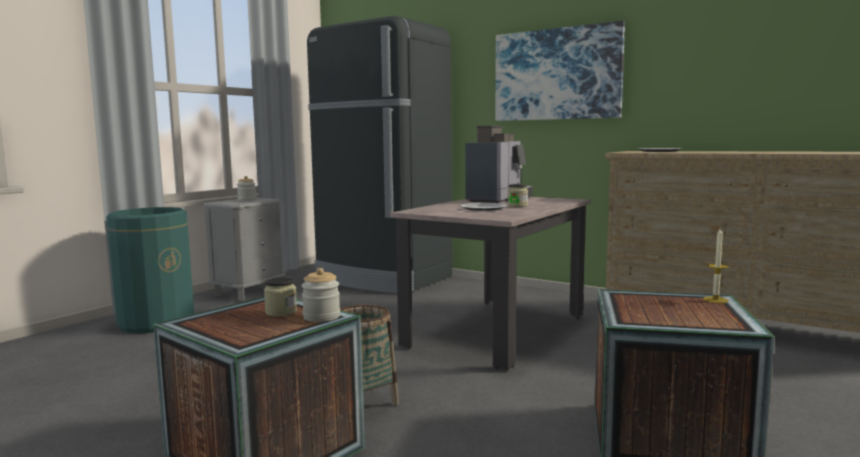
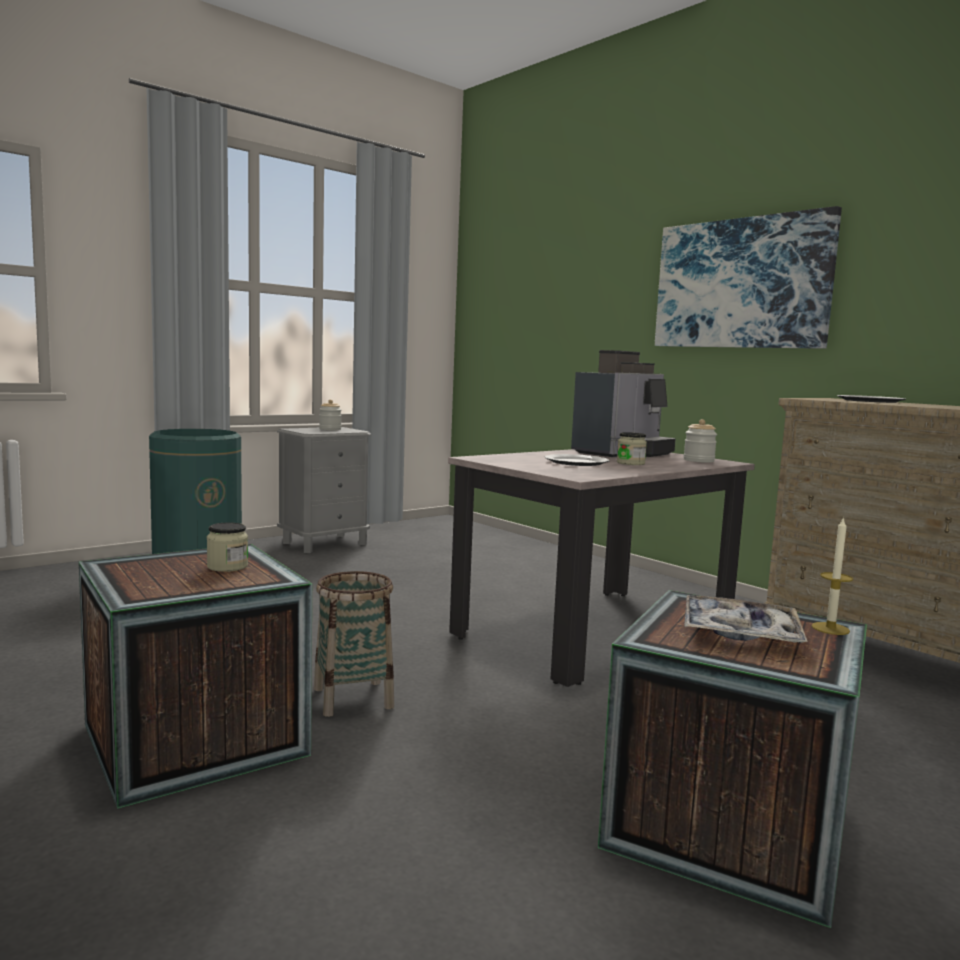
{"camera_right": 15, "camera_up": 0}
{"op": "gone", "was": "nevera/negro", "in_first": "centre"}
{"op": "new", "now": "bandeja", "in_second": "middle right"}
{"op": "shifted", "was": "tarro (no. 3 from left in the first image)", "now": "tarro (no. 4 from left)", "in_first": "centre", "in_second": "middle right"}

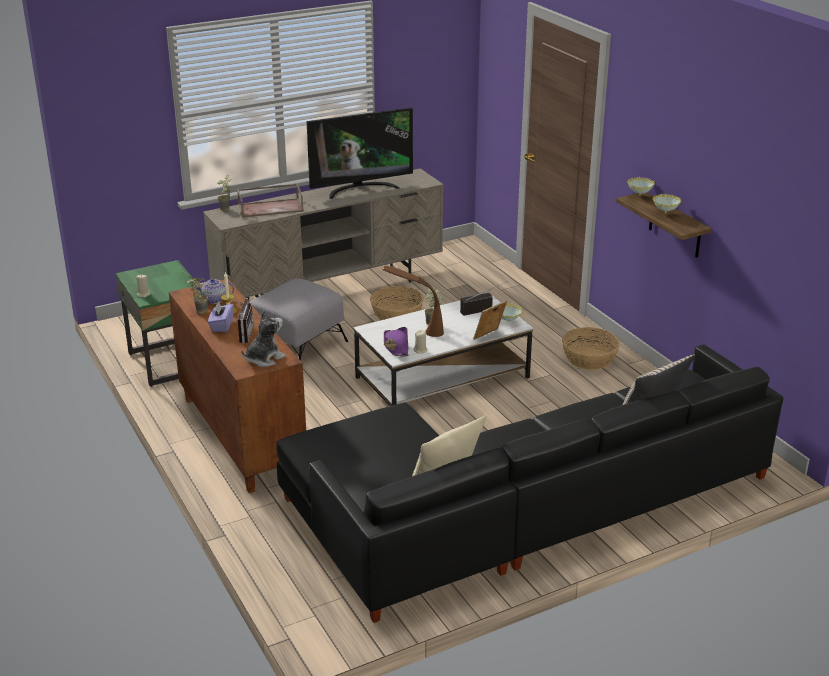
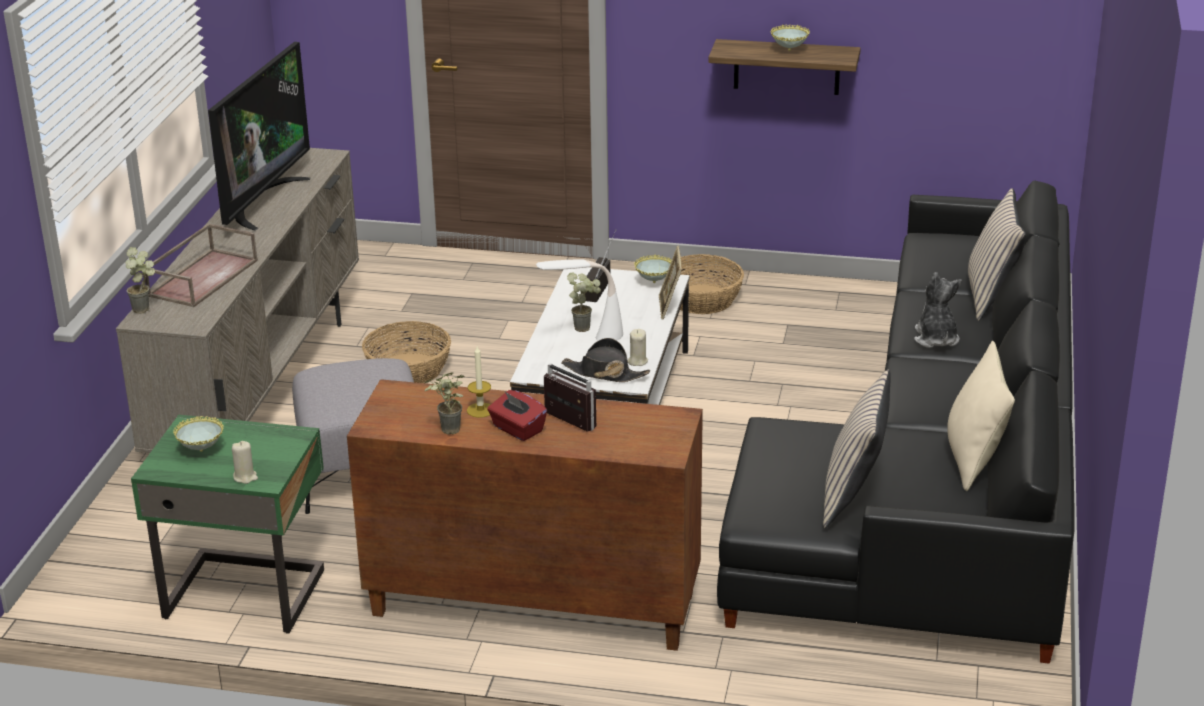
{"camera_right": -50, "camera_up": 0}
{"op": "gone", "was": "tetera", "in_first": "middle left"}
{"op": "new", "now": "cojín/beis (no. 1 from left)", "in_second": "middle right"}
{"op": "shifted", "was": "peluche", "in_first": "middle left", "in_second": "middle right"}
{"op": "shifted", "was": "cuenco (no. 2 from left in the first image)", "now": "cuenco (no. 1 from left)", "in_first": "top right", "in_second": "middle left"}
{"op": "repainted", "was": "caja de pañuelos/morado", "now": "caja de pañuelos/rojo", "in_first": "middle left", "in_second": "centre"}
{"op": "repainted", "was": "lámpara de mesa/marrón", "now": "lámpara de mesa/blanco", "in_first": "centre", "in_second": "centre"}
{"op": "repainted", "was": "sombrero/morado", "now": "sombrero/negro", "in_first": "centre", "in_second": "centre"}

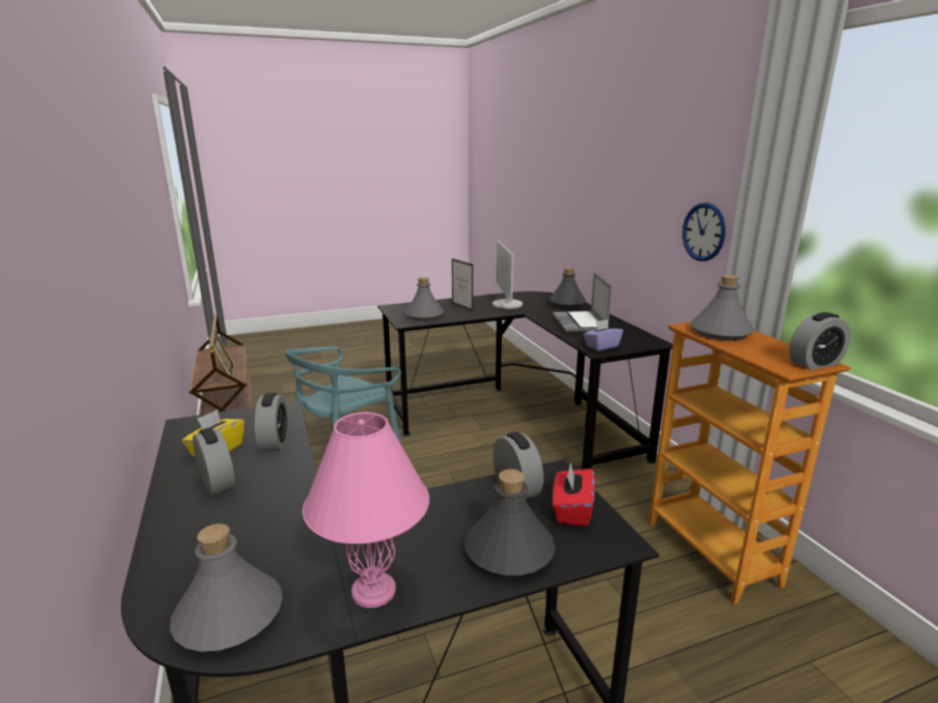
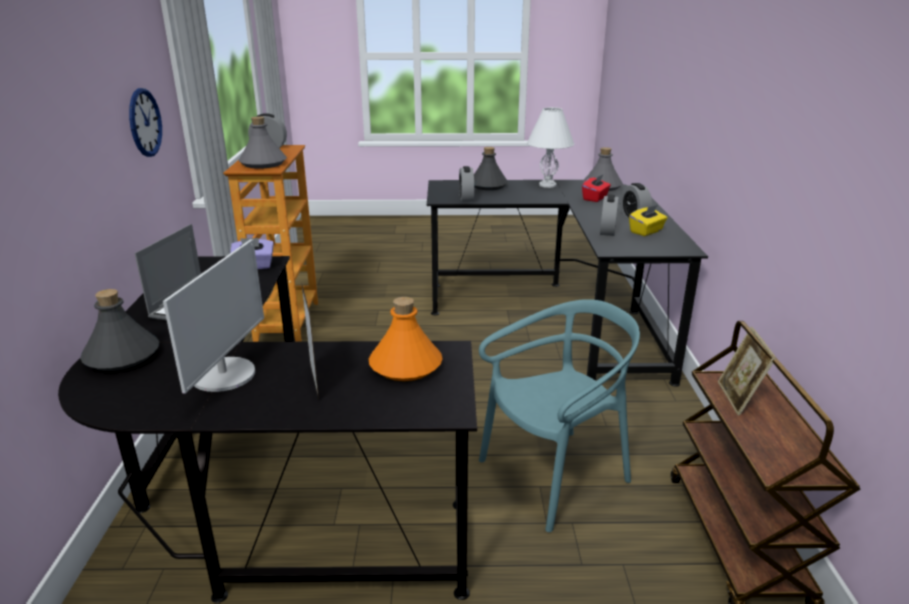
{"camera_right": -160, "camera_up": 5}
{"op": "shifted", "was": "caja de pañuelos/rojo", "in_first": "bottom centre", "in_second": "top centre"}
{"op": "repainted", "was": "lámpara de mesa/rosa", "now": "lámpara de mesa/blanco", "in_first": "bottom centre", "in_second": "top centre"}
{"op": "repainted", "was": "botella/gris (no. 2 from left)", "now": "botella/naranja", "in_first": "centre", "in_second": "centre"}

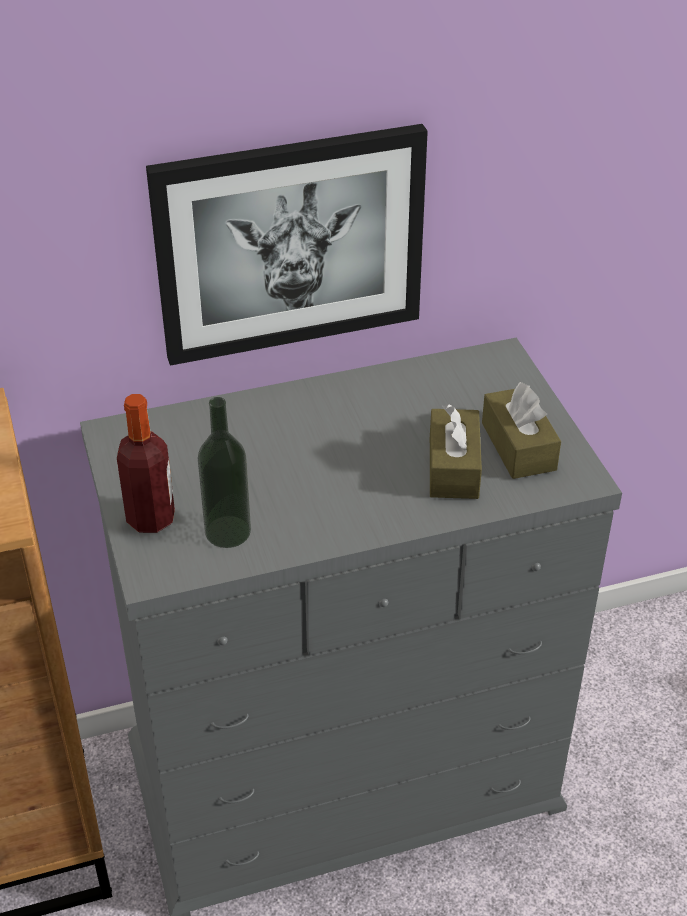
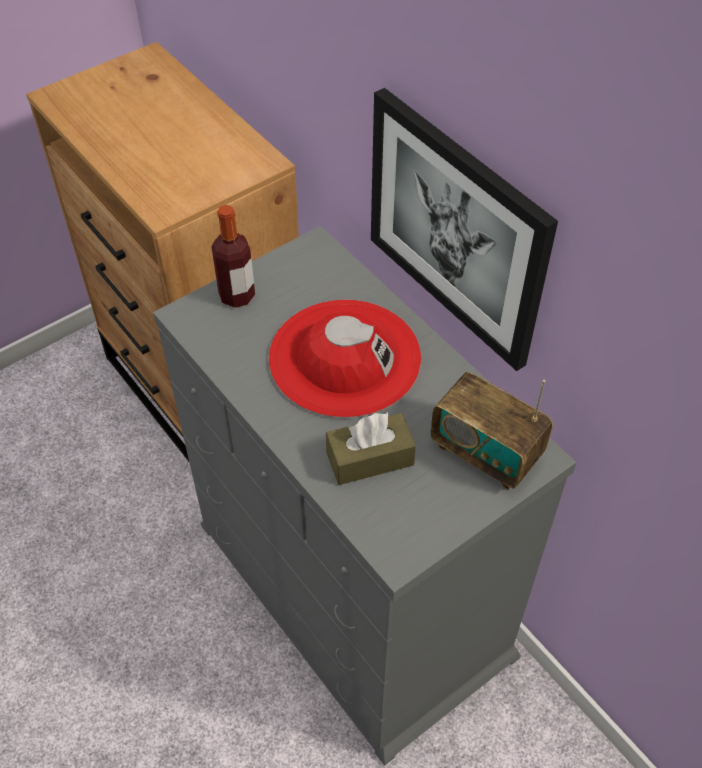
{"camera_right": 70, "camera_up": 10}
{"op": "gone", "was": "botella (no. 2 from left)", "in_first": "middle left"}
{"op": "gone", "was": "caja de pañuelos/marrón (no. 2 from left)", "in_first": "middle right"}
{"op": "new", "now": "sombrero/rojo", "in_second": "centre"}
{"op": "new", "now": "radio", "in_second": "middle right"}

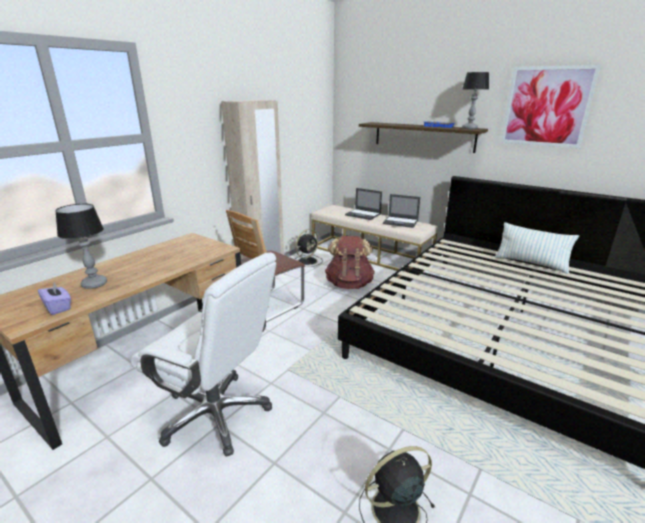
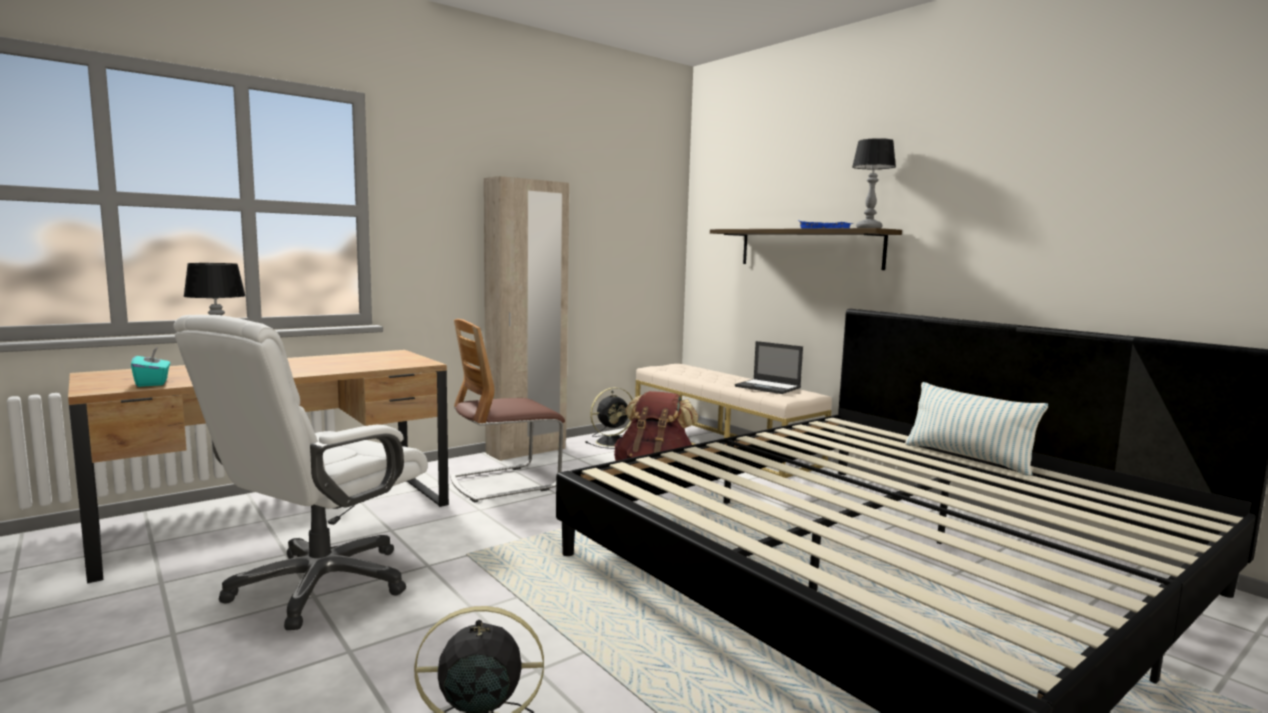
{"camera_right": 15, "camera_up": -15}
{"op": "gone", "was": "portátil (no. 1 from left)", "in_first": "centre"}
{"op": "gone", "was": "cuadro", "in_first": "top right"}
{"op": "repainted", "was": "caja de pañuelos/morado", "now": "caja de pañuelos/turquesa", "in_first": "middle left", "in_second": "middle left"}
{"op": "rotated", "was": "silla de oficina/blanco", "in_first": "bottom left", "in_second": "middle left", "clockwise": 75}

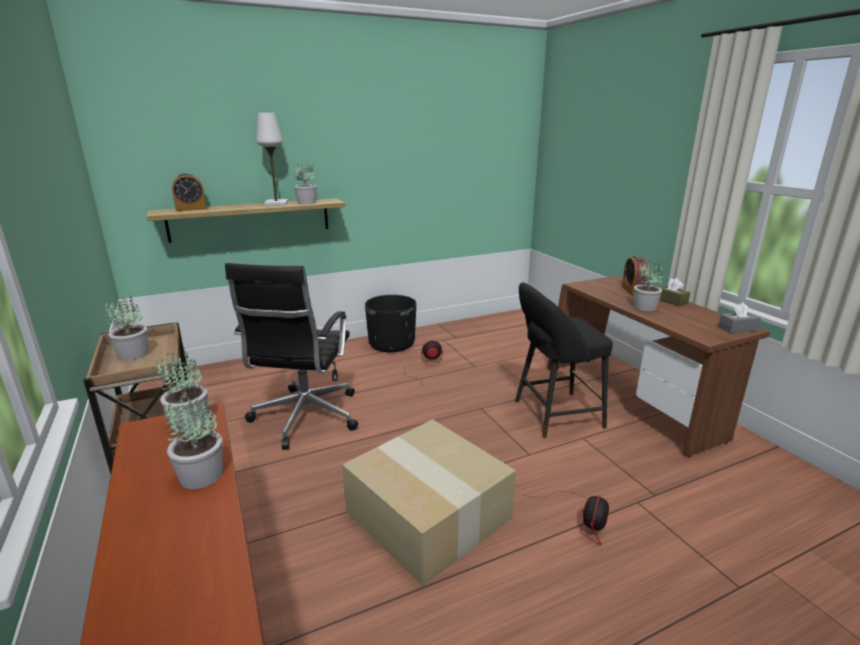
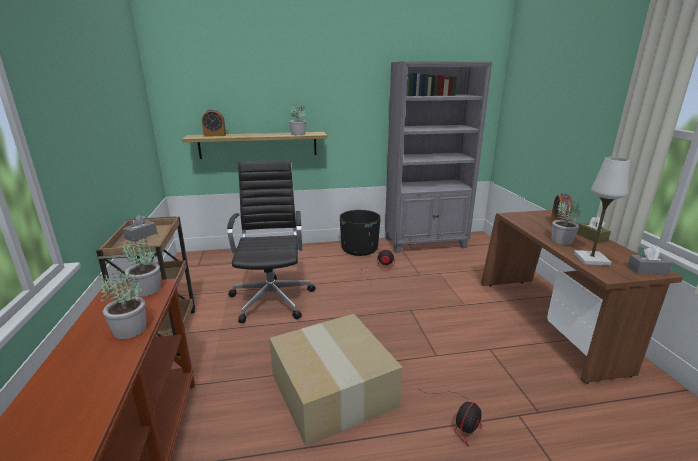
{"camera_right": 15, "camera_up": 0}
{"op": "gone", "was": "taburete/negro", "in_first": "centre"}
{"op": "new", "now": "estantería/gris", "in_second": "centre"}
{"op": "shifted", "was": "lámpara de mesa/blanco", "in_first": "top left", "in_second": "middle right"}
{"op": "swapped", "was": "planta en maceta (no. 1 from left)", "now": "caja de pañuelos/gris (no. 1 from left)", "in_first": "middle left", "in_second": "middle left"}
{"op": "rotated", "was": "silla de oficina/negro", "in_first": "centre", "in_second": "centre", "clockwise": 150}

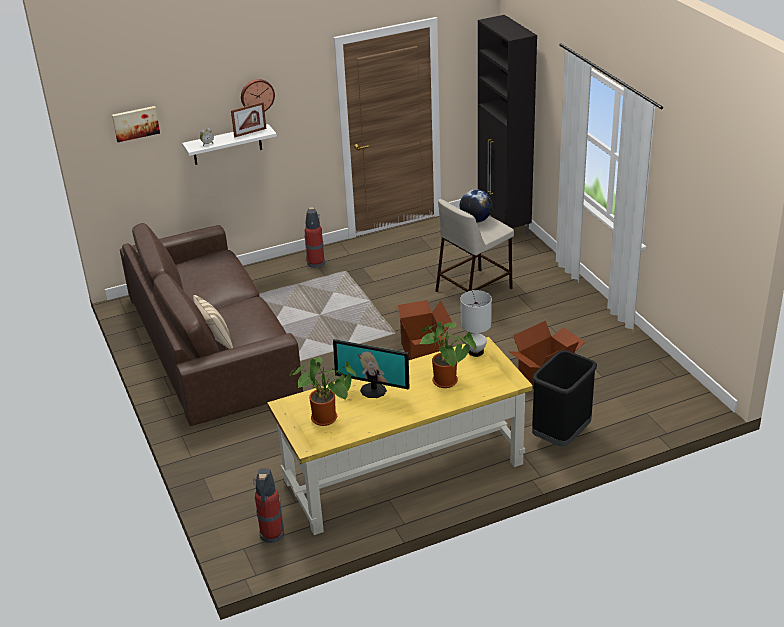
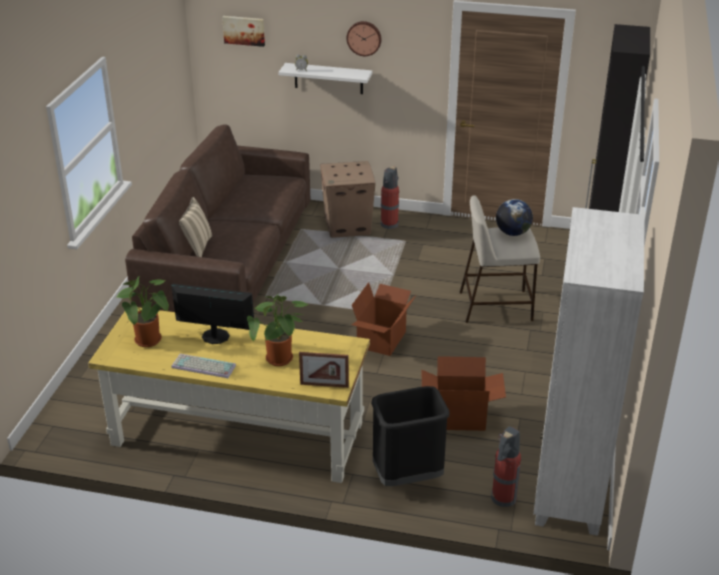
{"camera_right": 35, "camera_up": 0}
{"op": "gone", "was": "lámpara de mesa/blanco", "in_first": "centre"}
{"op": "new", "now": "teclado", "in_second": "middle left"}
{"op": "new", "now": "caja de cartón (no. 1 from left)", "in_second": "centre"}
{"op": "new", "now": "estantería/blanco", "in_second": "middle right"}
{"op": "shifted", "was": "portarretratos", "in_first": "top left", "in_second": "centre"}
{"op": "shifted", "was": "extintor (no. 1 from left in the first image)", "now": "extintor (no. 2 from left)", "in_first": "bottom centre", "in_second": "bottom right"}
{"op": "rotated", "was": "monitor", "in_first": "centre", "in_second": "middle left", "clockwise": 135}

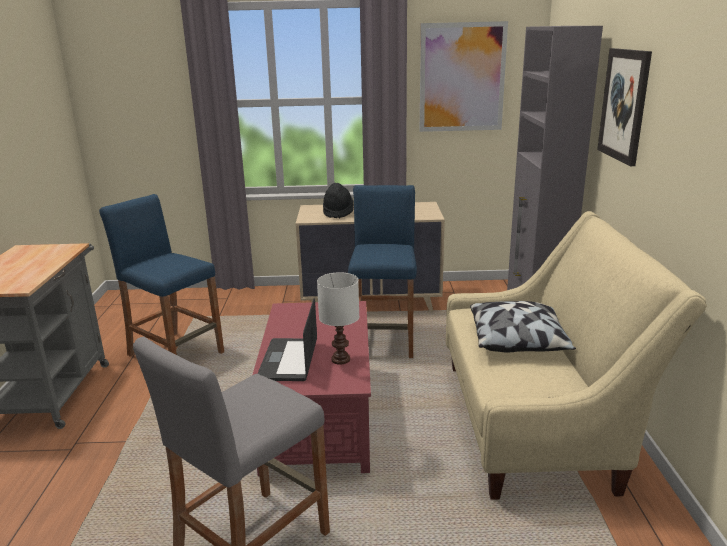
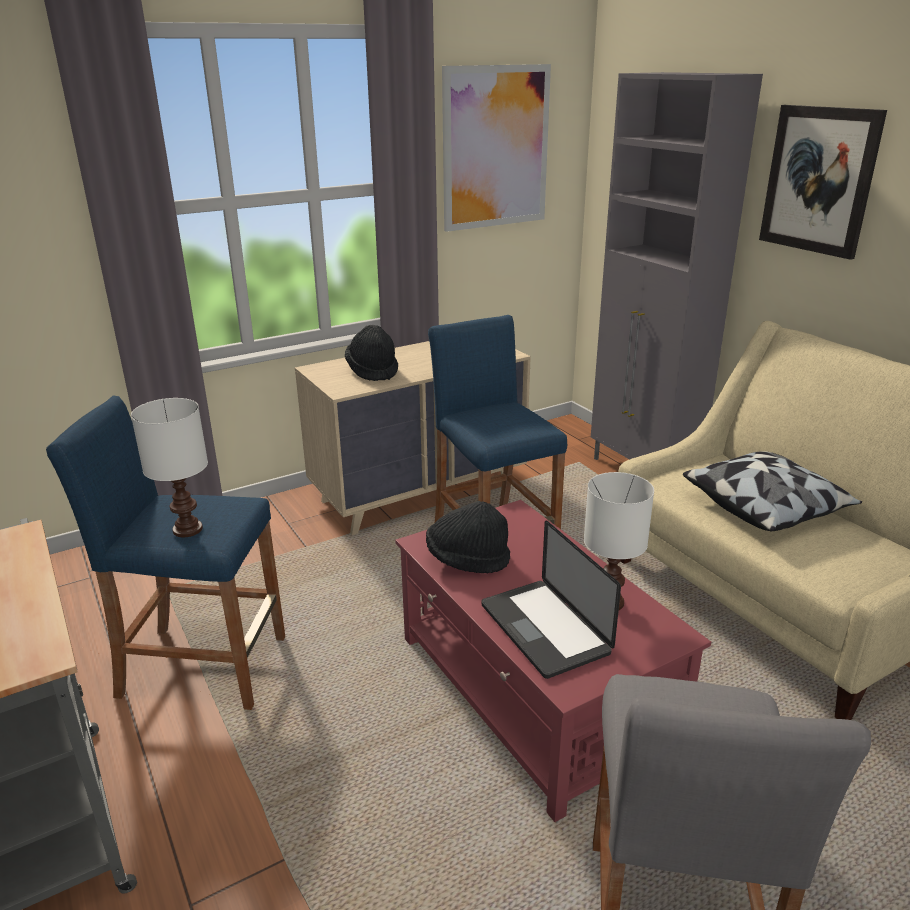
{"camera_right": -30, "camera_up": 5}
{"op": "new", "now": "lámpara de mesa/blanco (no. 1 from left)", "in_second": "middle left"}
{"op": "new", "now": "sombrero/negro (no. 2 from left)", "in_second": "centre"}

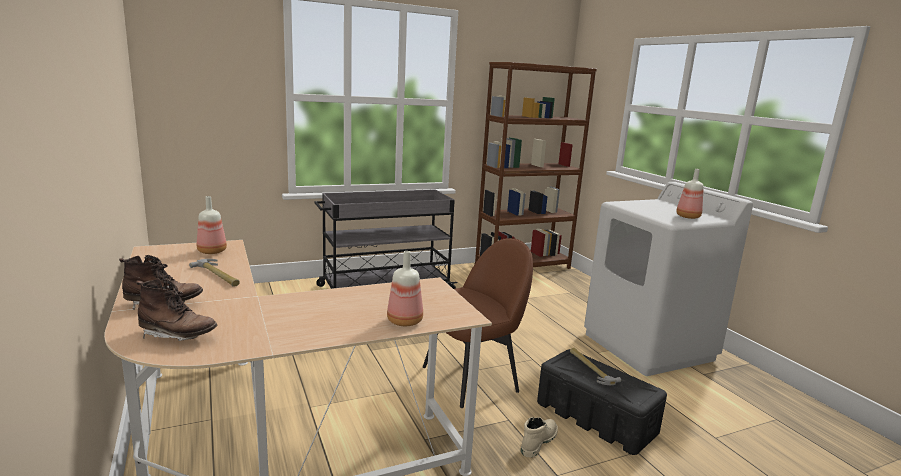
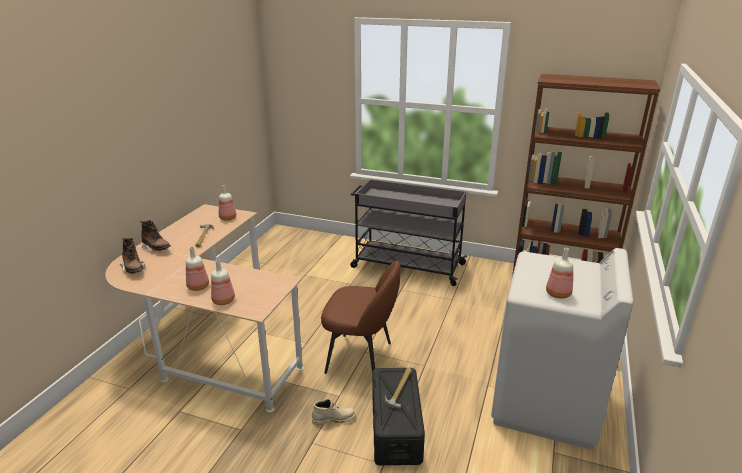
{"camera_right": 45, "camera_up": 10}
{"op": "new", "now": "botella (no. 1 from left)", "in_second": "middle left"}

